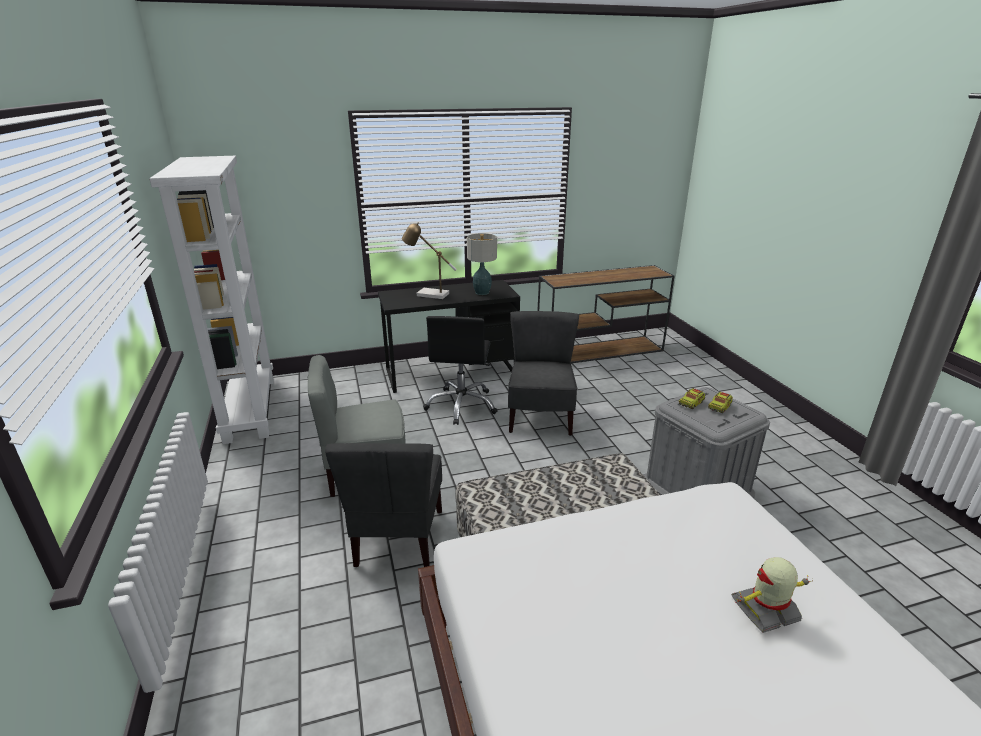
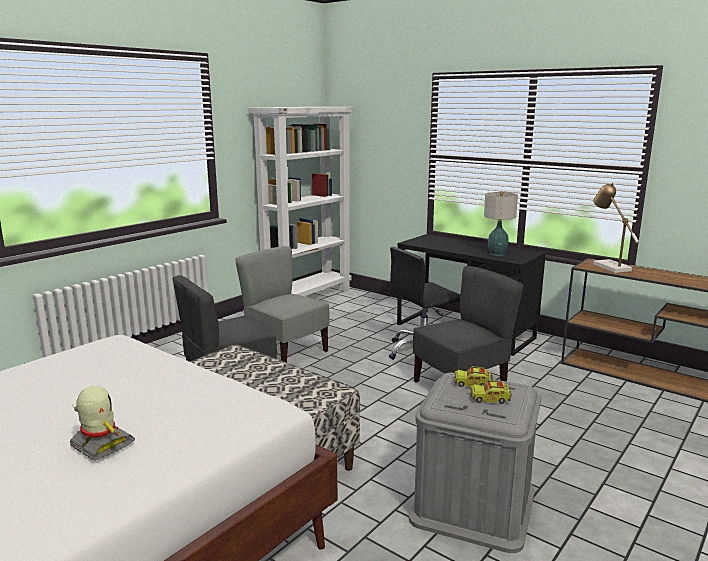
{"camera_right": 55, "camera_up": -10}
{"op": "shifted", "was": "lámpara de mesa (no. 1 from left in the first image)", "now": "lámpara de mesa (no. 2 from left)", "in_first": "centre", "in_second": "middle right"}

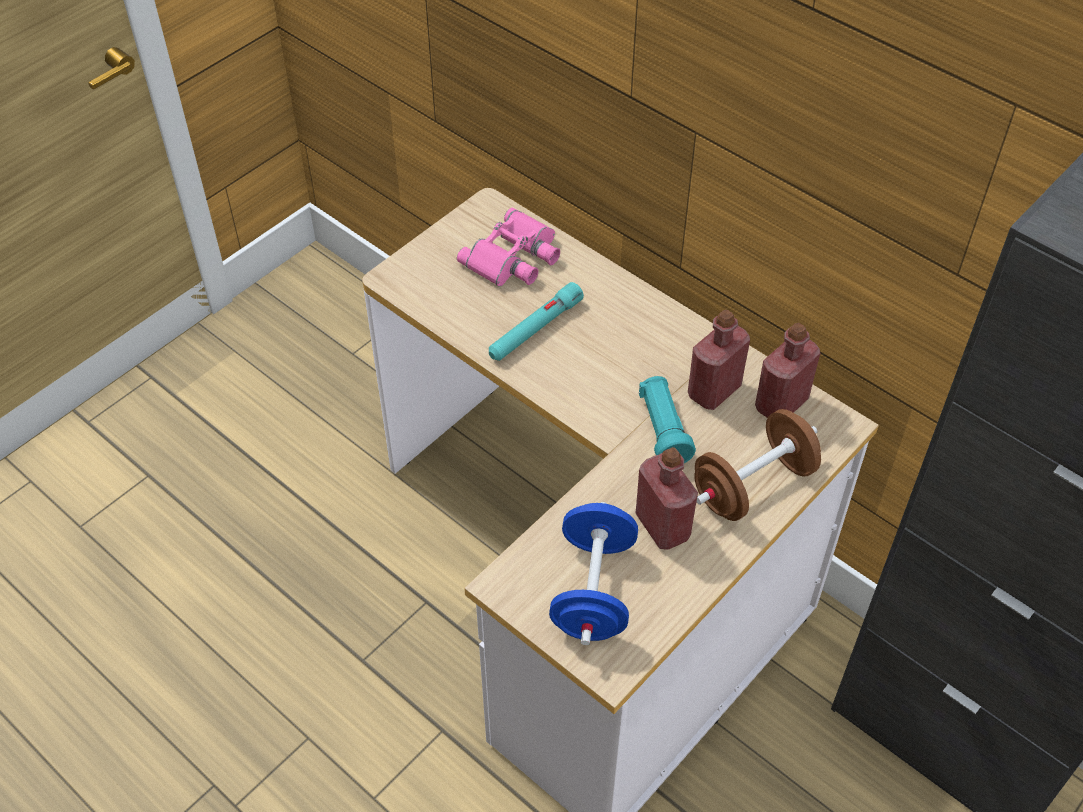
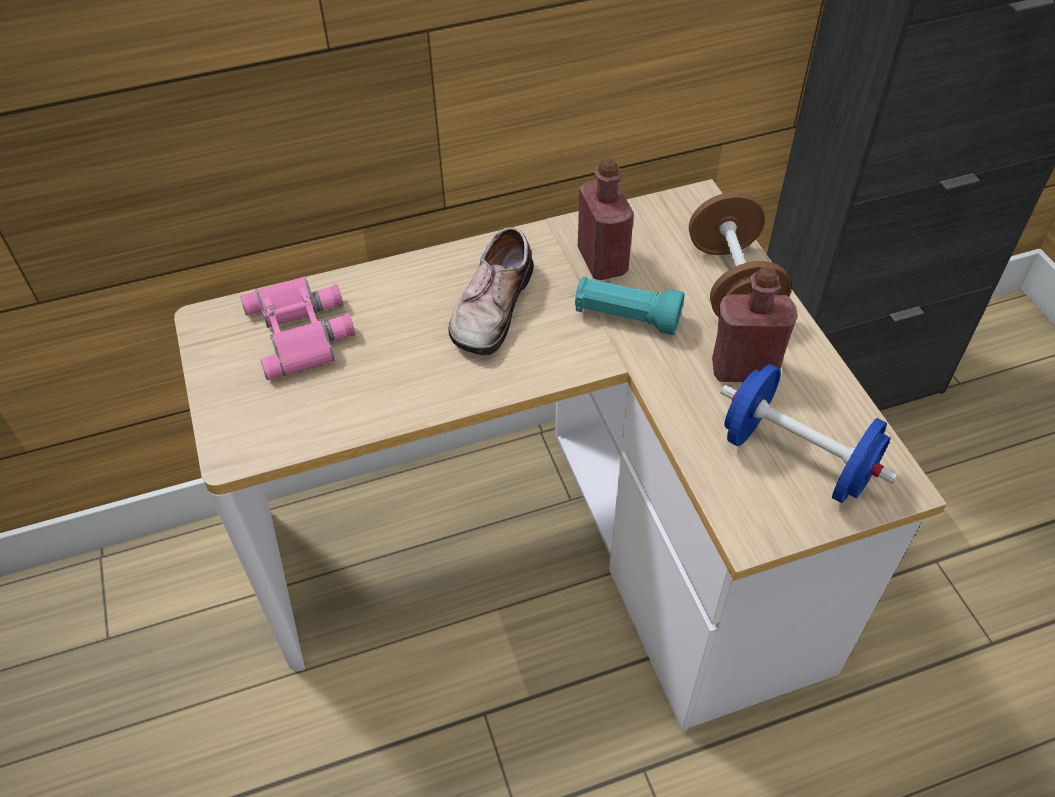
{"camera_right": -60, "camera_up": 0}
{"op": "gone", "was": "linterna/turquesa (no. 1 from left)", "in_first": "centre"}
{"op": "gone", "was": "botella/rojo (no. 3 from left)", "in_first": "middle right"}
{"op": "new", "now": "zapato", "in_second": "centre"}

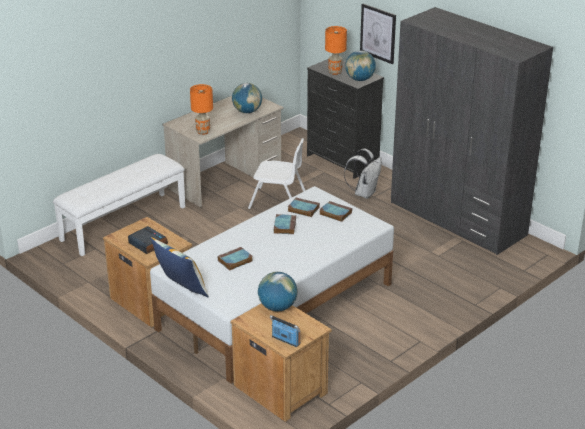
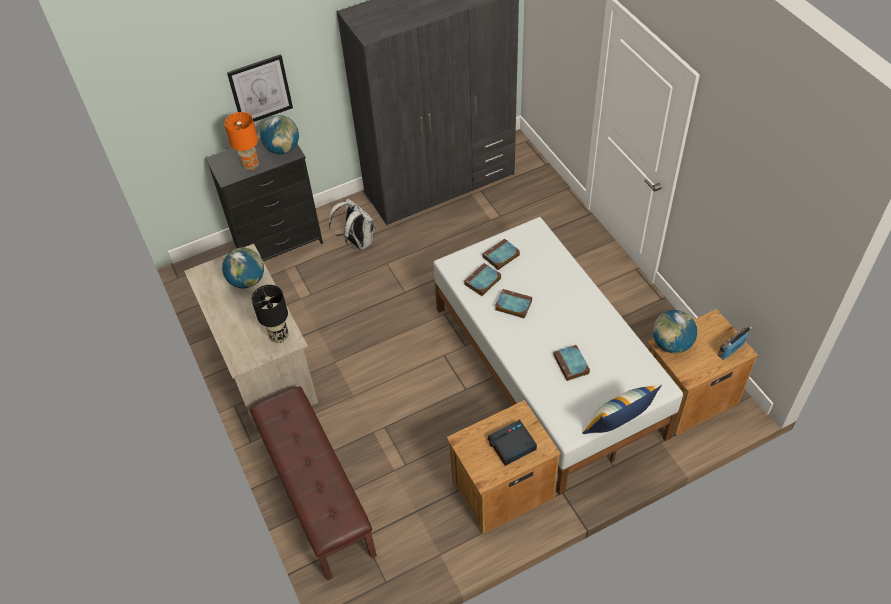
{"camera_right": -70, "camera_up": 20}
{"op": "gone", "was": "silla/blanco", "in_first": "centre"}
{"op": "repainted", "was": "banco/blanco", "now": "banco/marrón", "in_first": "middle left", "in_second": "bottom centre"}
{"op": "repainted", "was": "lámpara de mesa/naranja (no. 1 from left)", "now": "lámpara de mesa/negro", "in_first": "top centre", "in_second": "middle left"}

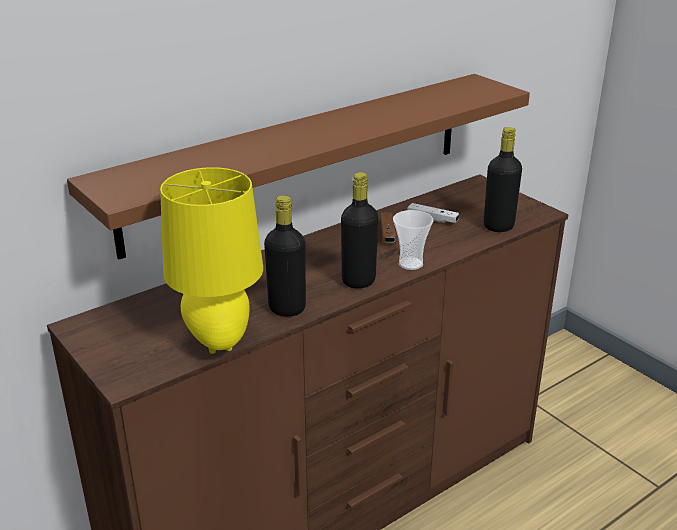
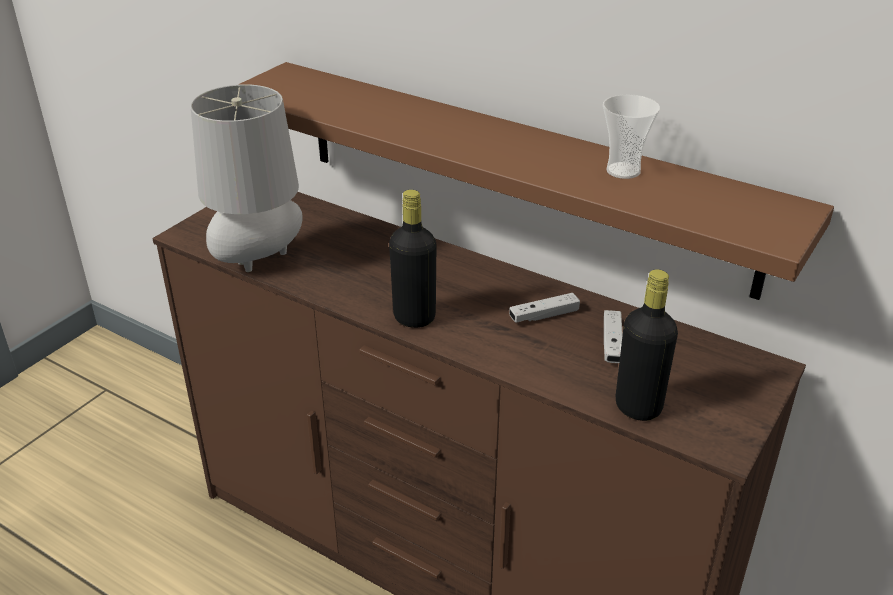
{"camera_right": 70, "camera_up": 5}
{"op": "gone", "was": "botella/negro (no. 1 from left)", "in_first": "centre"}
{"op": "shifted", "was": "taza", "in_first": "centre", "in_second": "top right"}
{"op": "repainted", "was": "lámpara de mesa/amarillo", "now": "lámpara de mesa/gris", "in_first": "middle left", "in_second": "top left"}
{"op": "repainted", "was": "mando de consola/marrón", "now": "mando de consola/blanco (no. 1 from left)", "in_first": "centre", "in_second": "centre"}

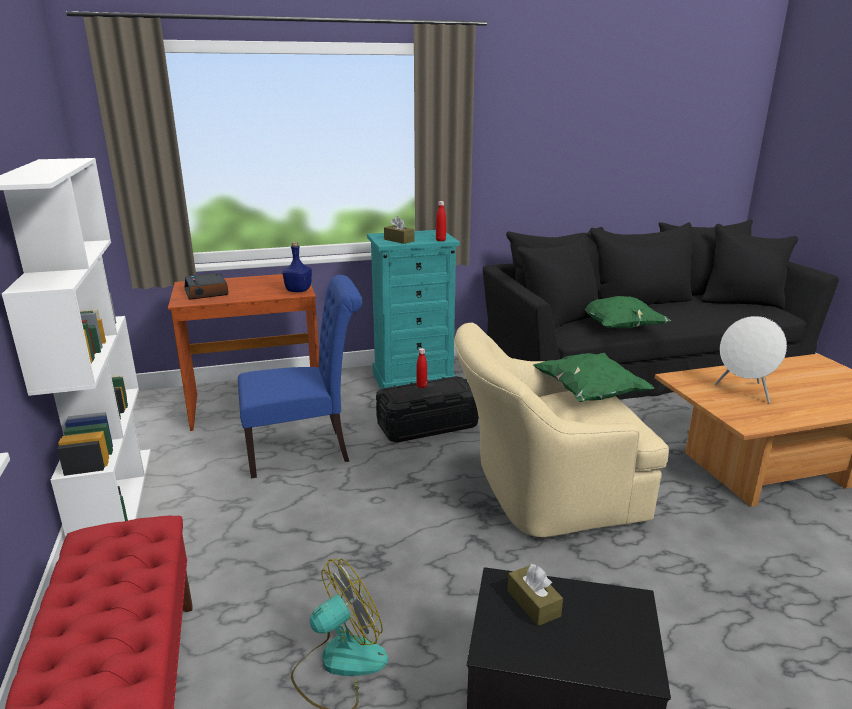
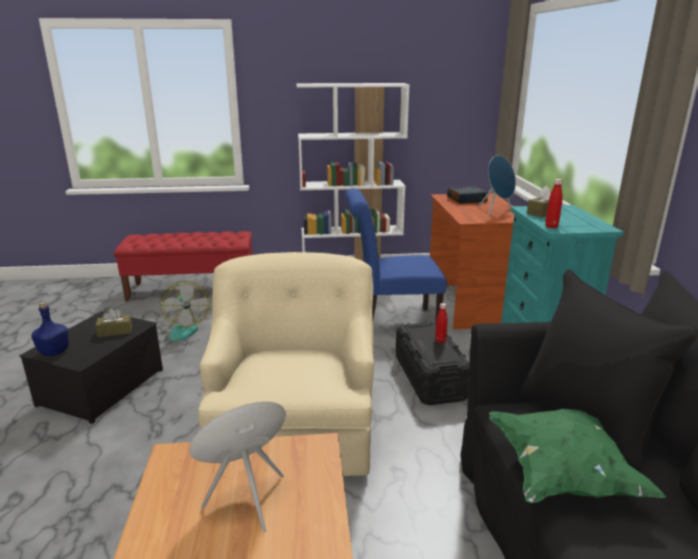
{"camera_right": 100, "camera_up": 0}
{"op": "gone", "was": "cojín/verde (no. 1 from left)", "in_first": "middle right"}
{"op": "new", "now": "altavoz/azul", "in_second": "top right"}
{"op": "shifted", "was": "botella/azul", "in_first": "centre", "in_second": "middle left"}
{"op": "rotated", "was": "silla/azul", "in_first": "centre", "in_second": "centre", "clockwise": 90}

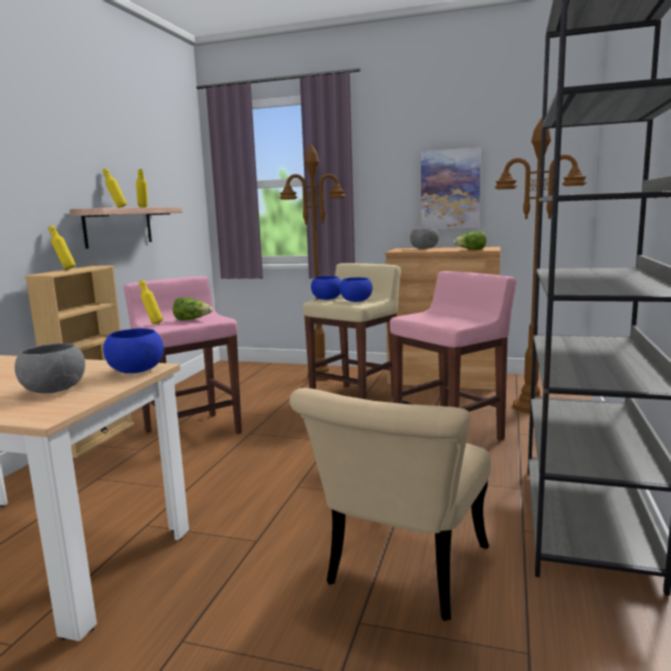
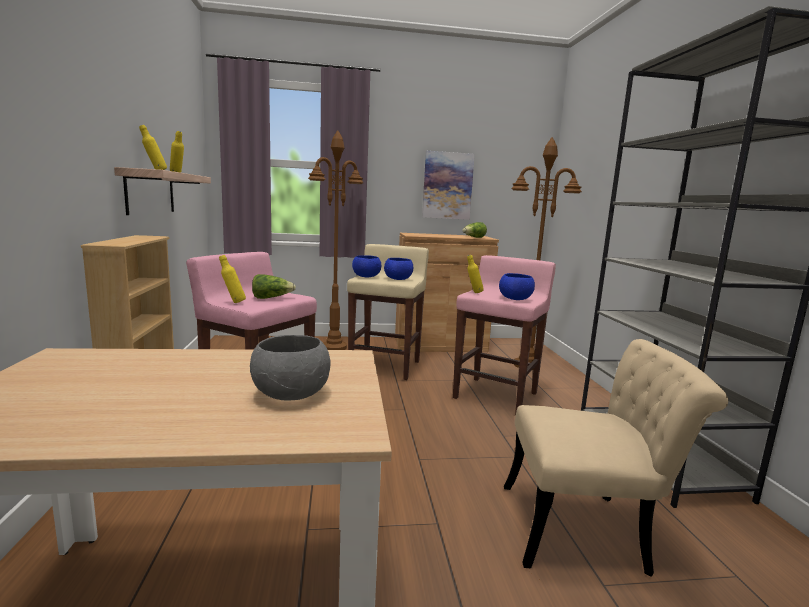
{"camera_right": -25, "camera_up": 0}
{"op": "gone", "was": "cuenco/gris (no. 2 from left)", "in_first": "centre"}
{"op": "shifted", "was": "botella/amarillo (no. 1 from left in the first image)", "now": "botella/amarillo (no. 4 from left)", "in_first": "middle left", "in_second": "centre"}
{"op": "shifted", "was": "cuenco/azul (no. 1 from left in the first image)", "now": "cuenco/azul (no. 3 from left)", "in_first": "middle left", "in_second": "centre"}
{"op": "rotated", "was": "silla/beis", "in_first": "bottom centre", "in_second": "bottom right", "clockwise": -90}

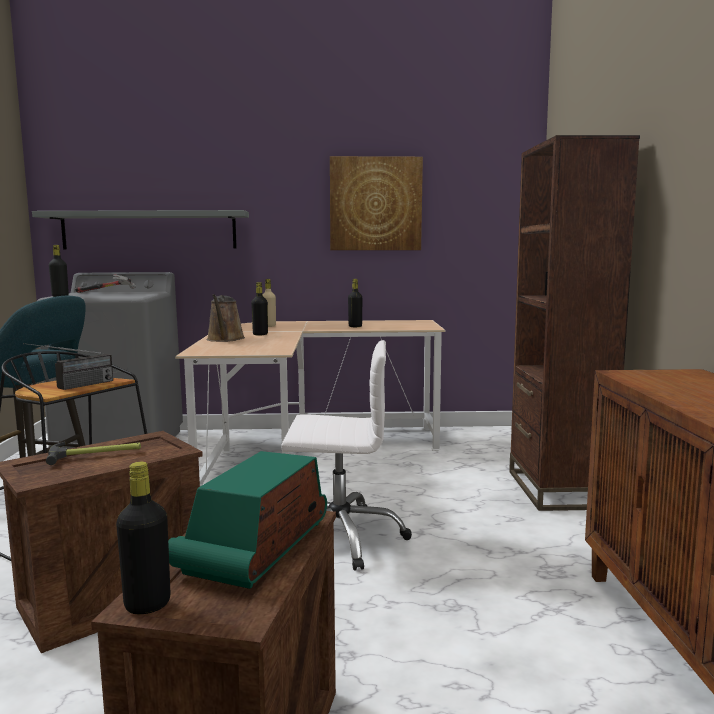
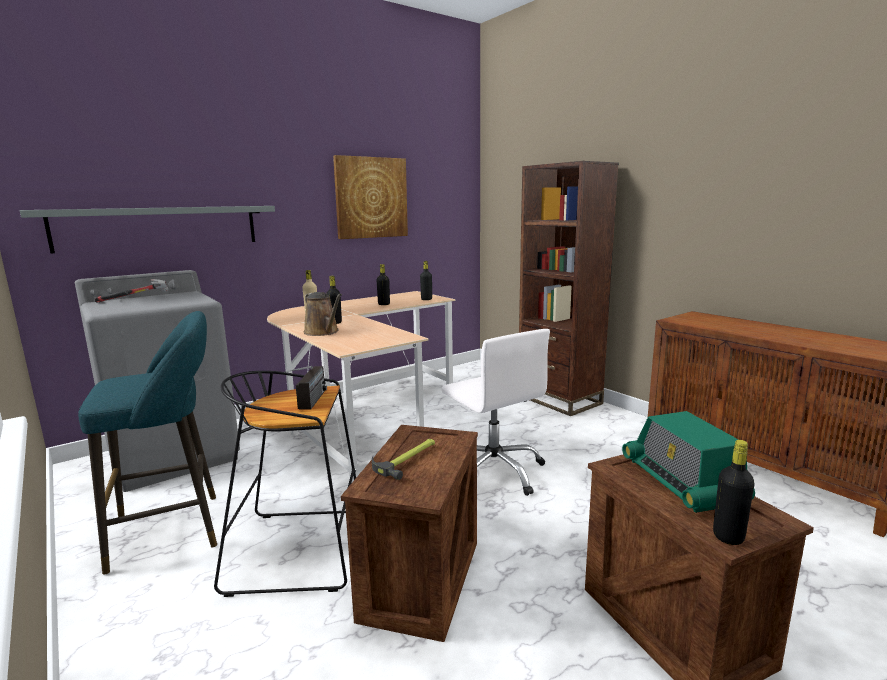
{"camera_right": -35, "camera_up": 5}
{"op": "shifted", "was": "botella/negro (no. 1 from left in the first image)", "now": "botella/negro (no. 3 from left)", "in_first": "middle left", "in_second": "centre"}
{"op": "rotated", "was": "silla de oficina/blanco", "in_first": "centre", "in_second": "centre", "clockwise": 90}

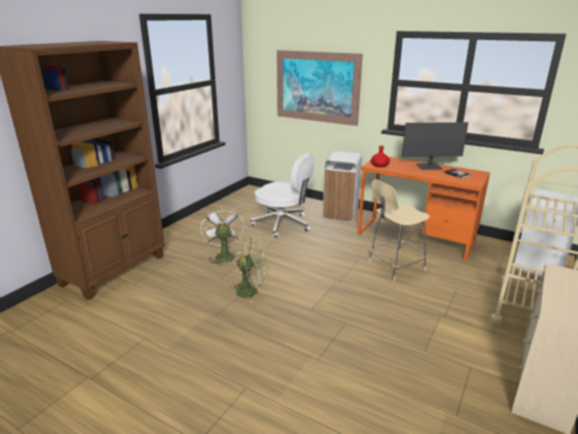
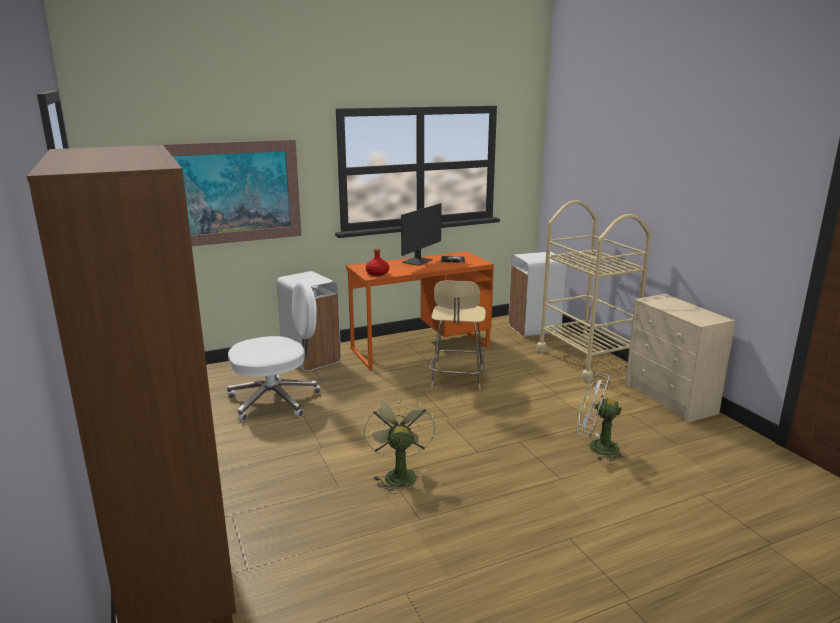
{"camera_right": -55, "camera_up": -5}
{"op": "shifted", "was": "ventilador/blanco", "in_first": "centre", "in_second": "bottom right"}
{"op": "rotated", "was": "ventilador/verde", "in_first": "centre", "in_second": "bottom centre", "clockwise": -45}

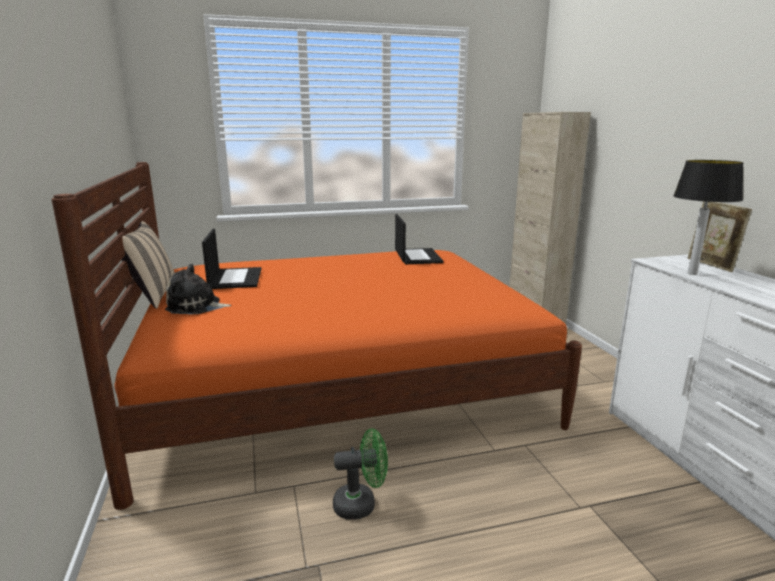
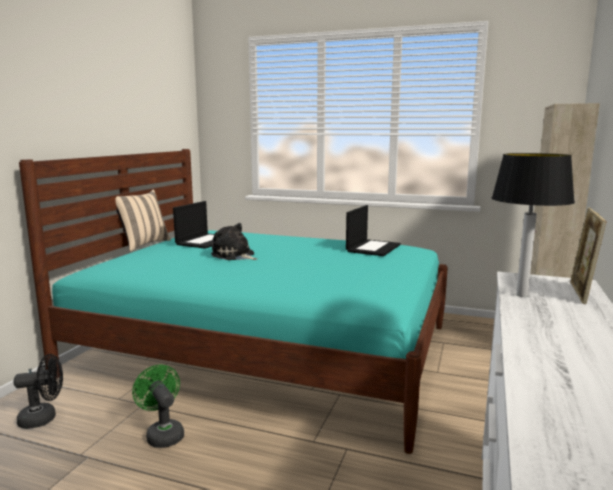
{"camera_right": 35, "camera_up": -5}
{"op": "new", "now": "ventilador/negro", "in_second": "bottom left"}
{"op": "shifted", "was": "peluche", "in_first": "middle left", "in_second": "centre"}
{"op": "repainted", "was": "cama/naranja", "now": "cama/turquesa", "in_first": "centre", "in_second": "centre"}
{"op": "rotated", "was": "ventilador/verde", "in_first": "bottom centre", "in_second": "bottom left", "clockwise": -150}

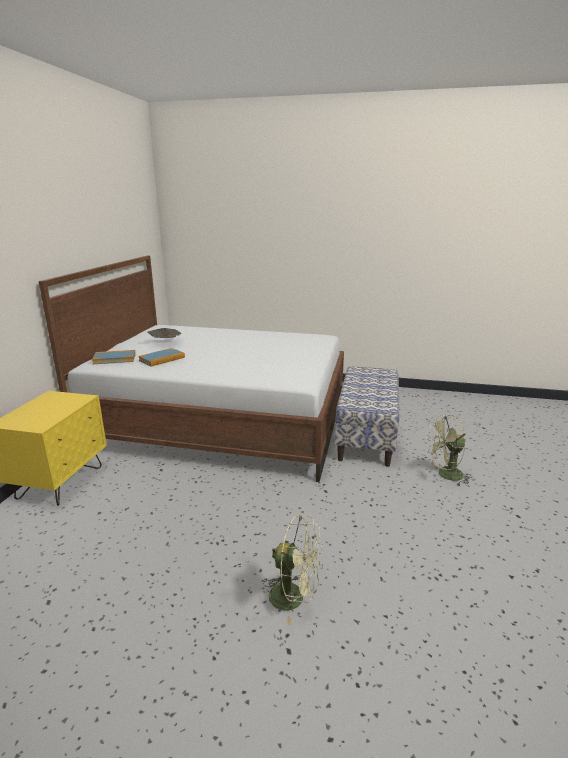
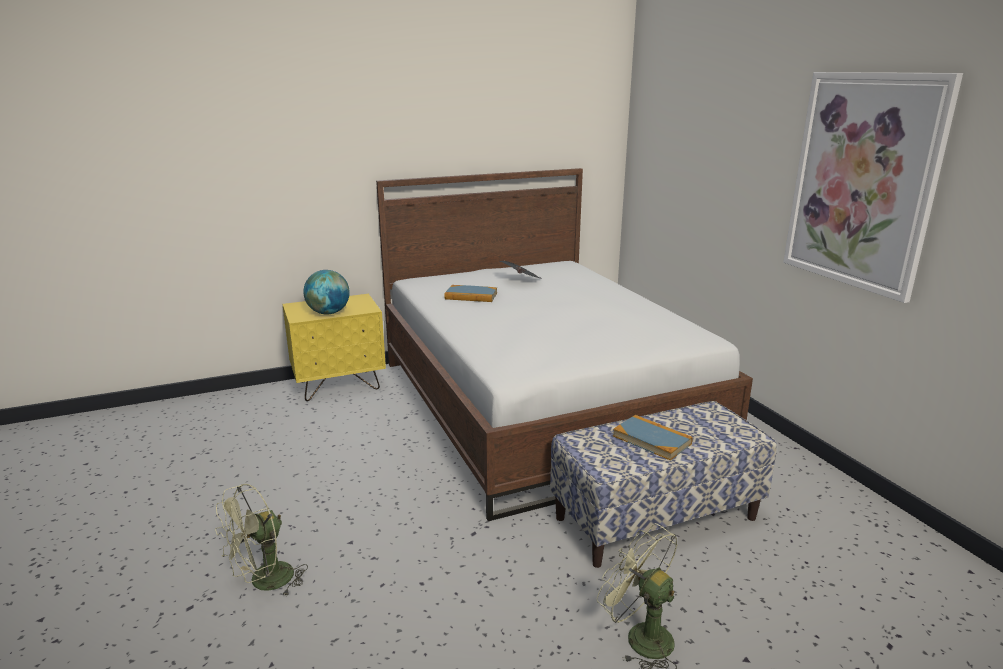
{"camera_right": 55, "camera_up": 0}
{"op": "new", "now": "globo terráqueo", "in_second": "middle left"}
{"op": "new", "now": "cuadro", "in_second": "top right"}
{"op": "shifted", "was": "libro (no. 1 from left in the first image)", "now": "libro (no. 2 from left)", "in_first": "middle left", "in_second": "centre"}
{"op": "rotated", "was": "ventilador/verde (no. 1 from left)", "in_first": "bottom centre", "in_second": "bottom left", "clockwise": 60}

